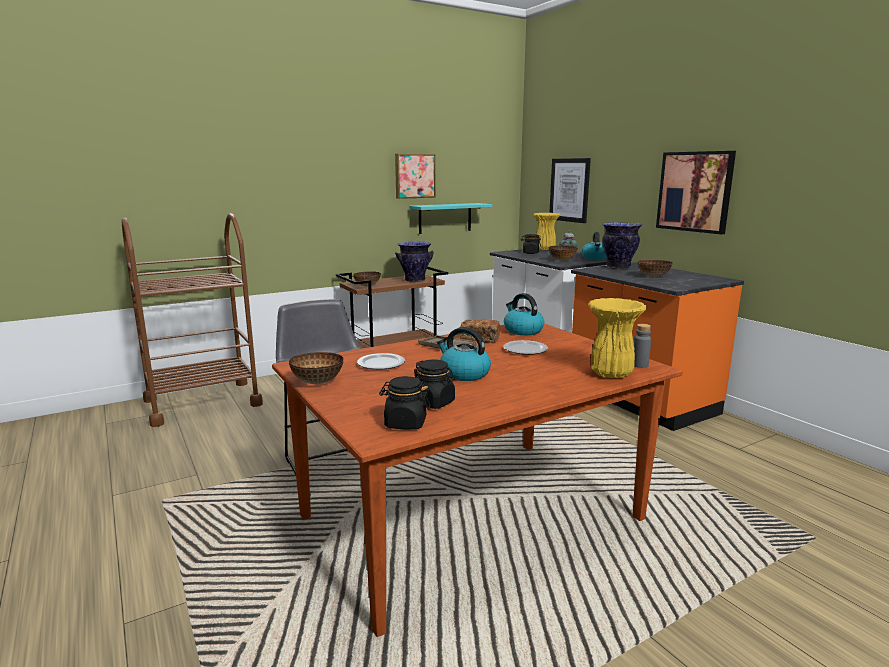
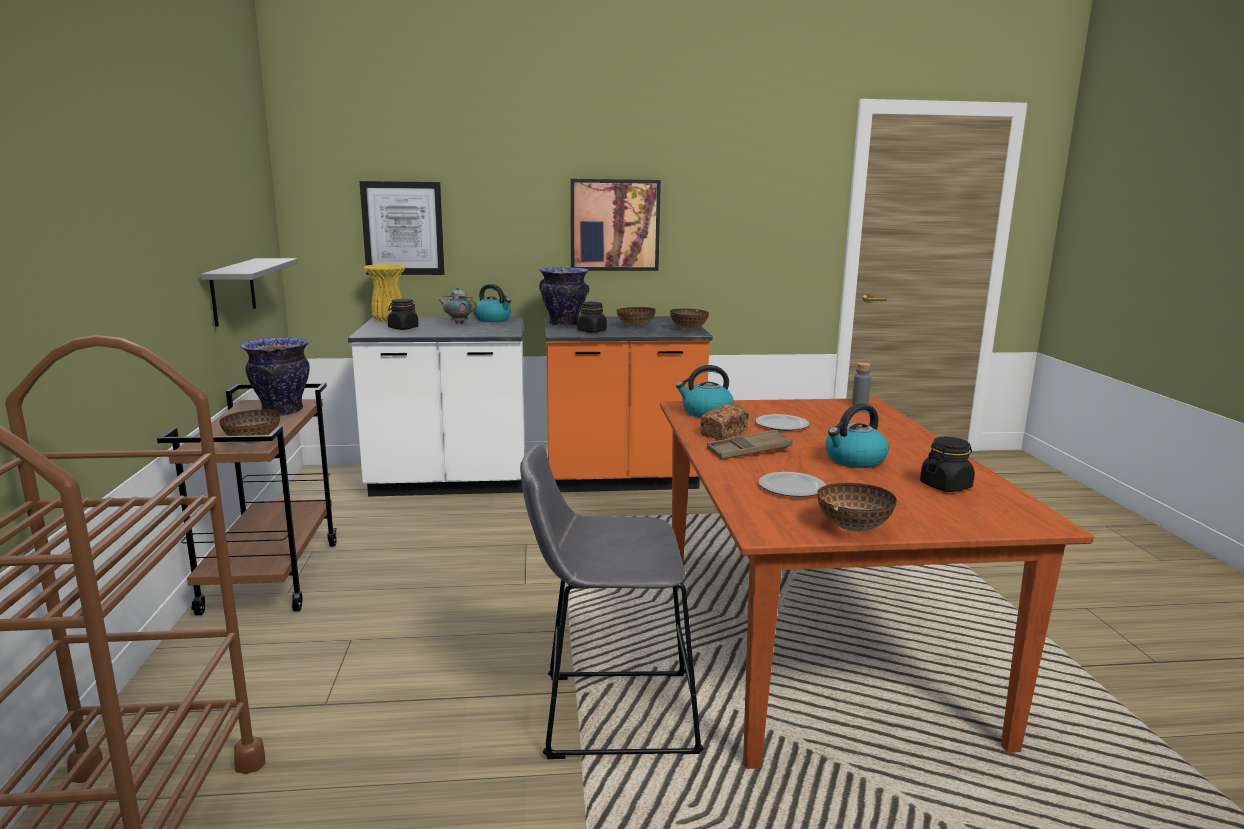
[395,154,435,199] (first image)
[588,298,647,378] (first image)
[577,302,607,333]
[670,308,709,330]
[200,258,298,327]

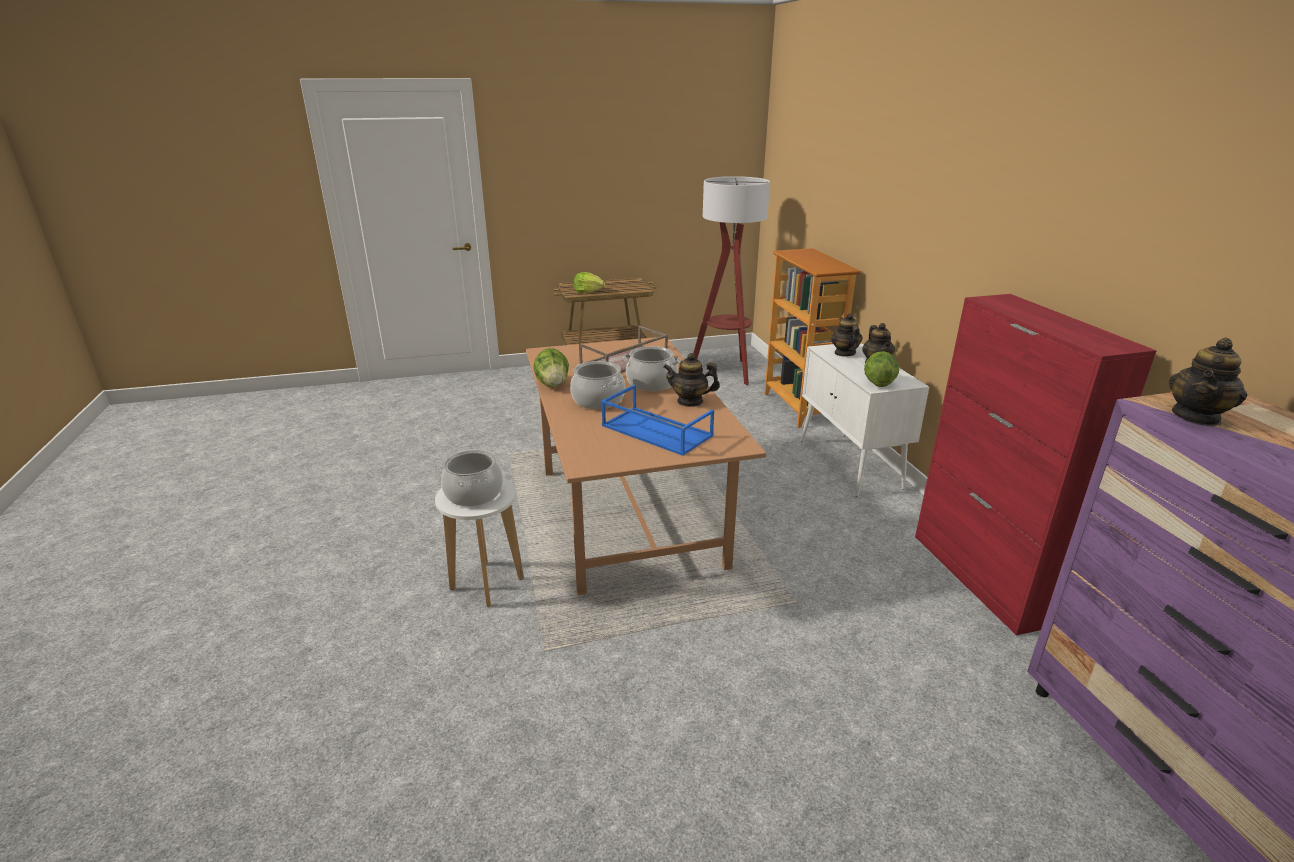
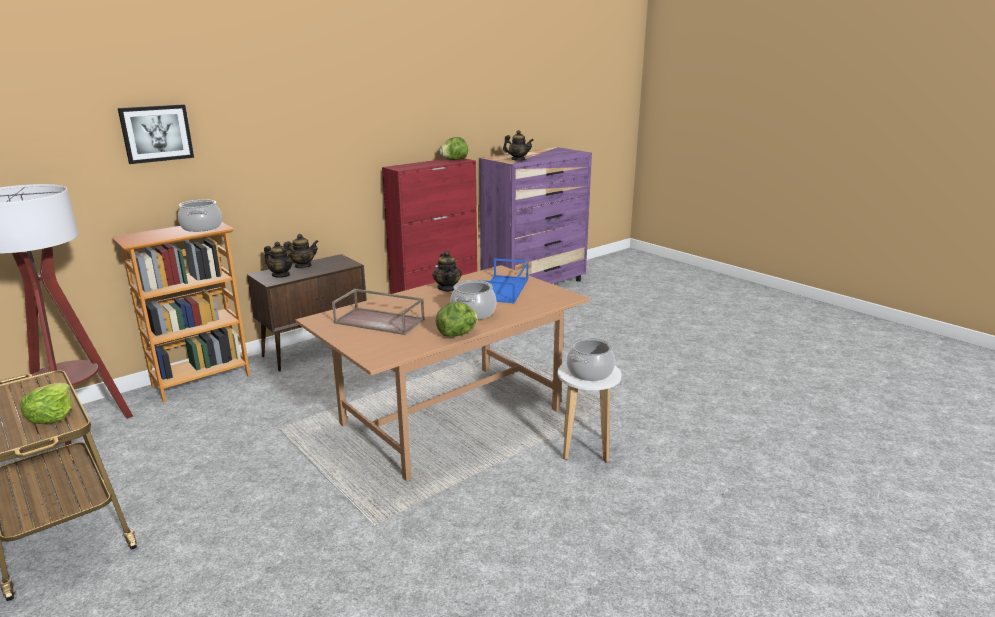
[118,104,194,164]
[178,200,222,232]
[440,137,468,160]
[247,254,367,372]
[264,242,293,277]

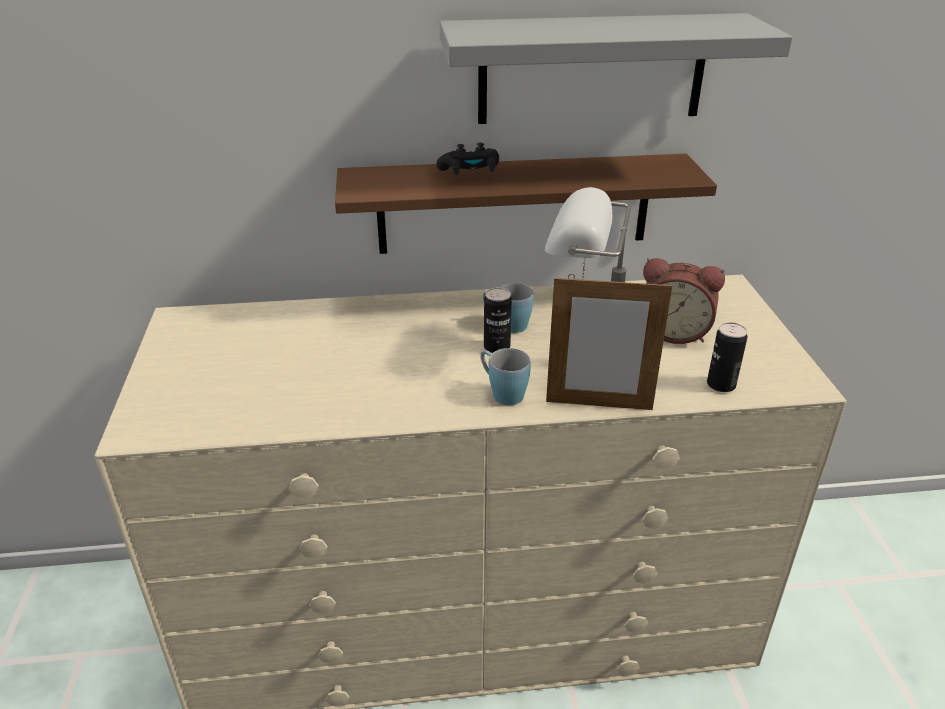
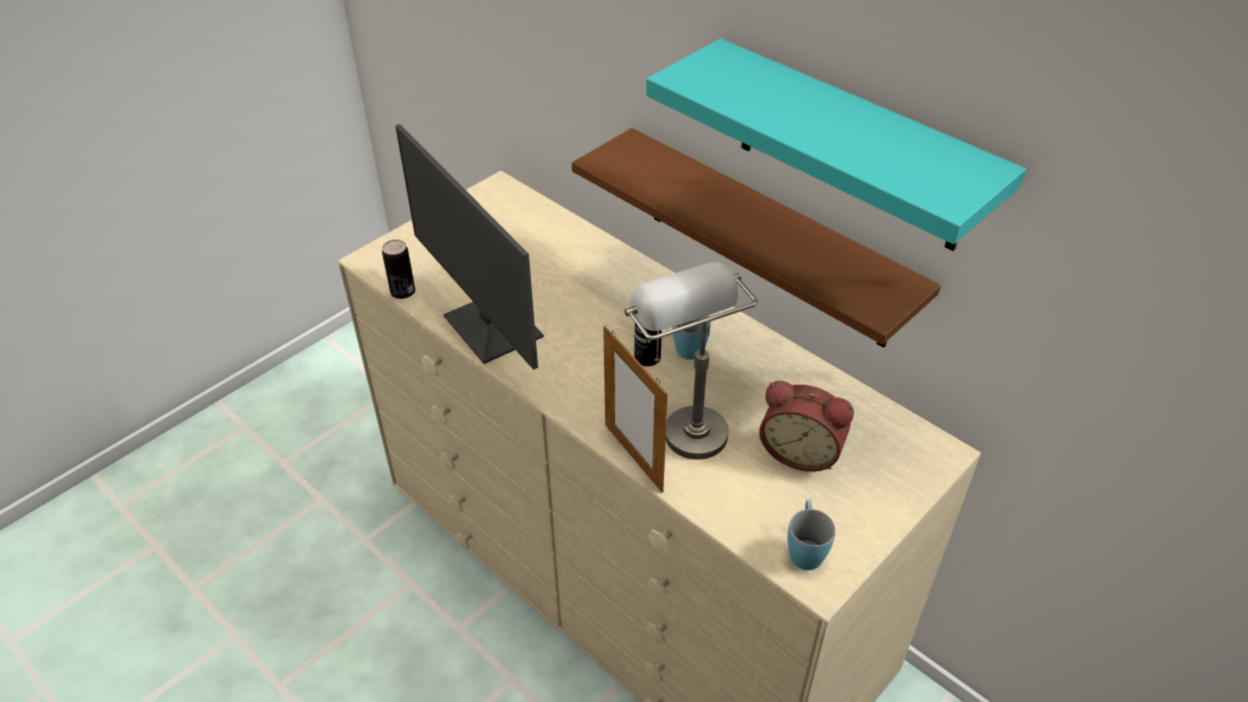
[436,143,499,175] (first image)
[395,124,544,370]
[788,500,836,570]
[382,239,415,299]
[646,38,1026,251]
[759,381,854,472]

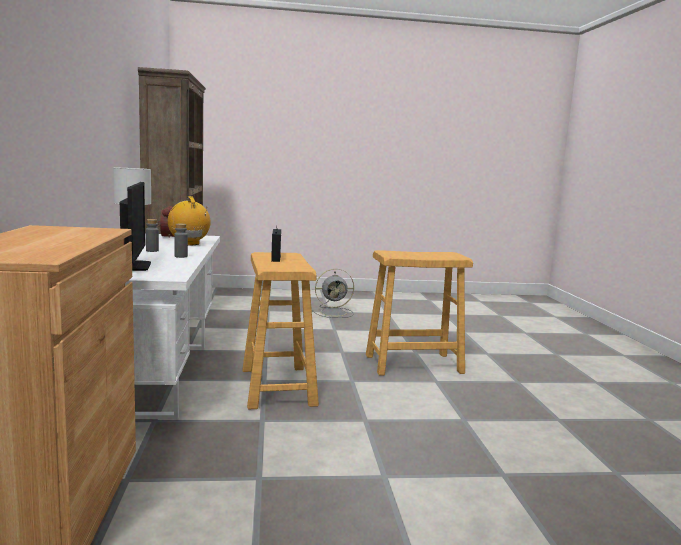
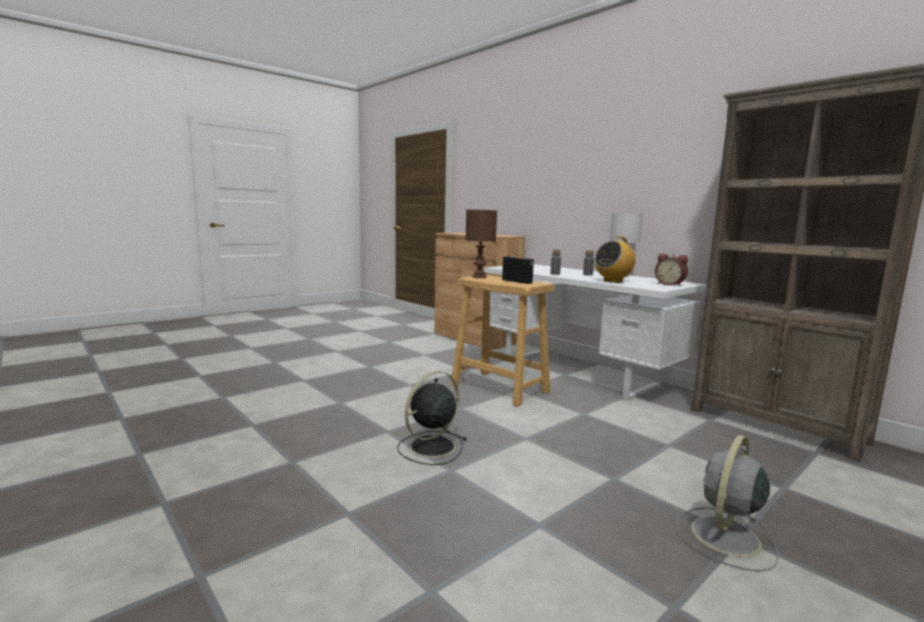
[120,182,151,271] (first image)
[466,210,497,278]
[397,371,466,465]
[595,236,635,283]

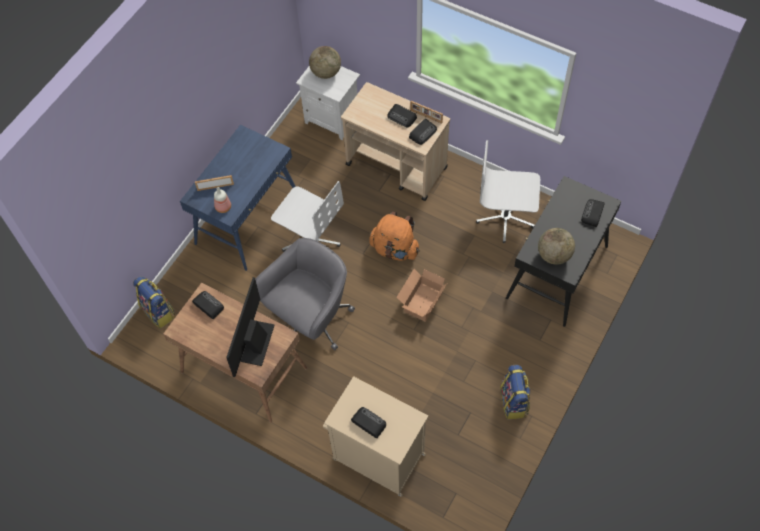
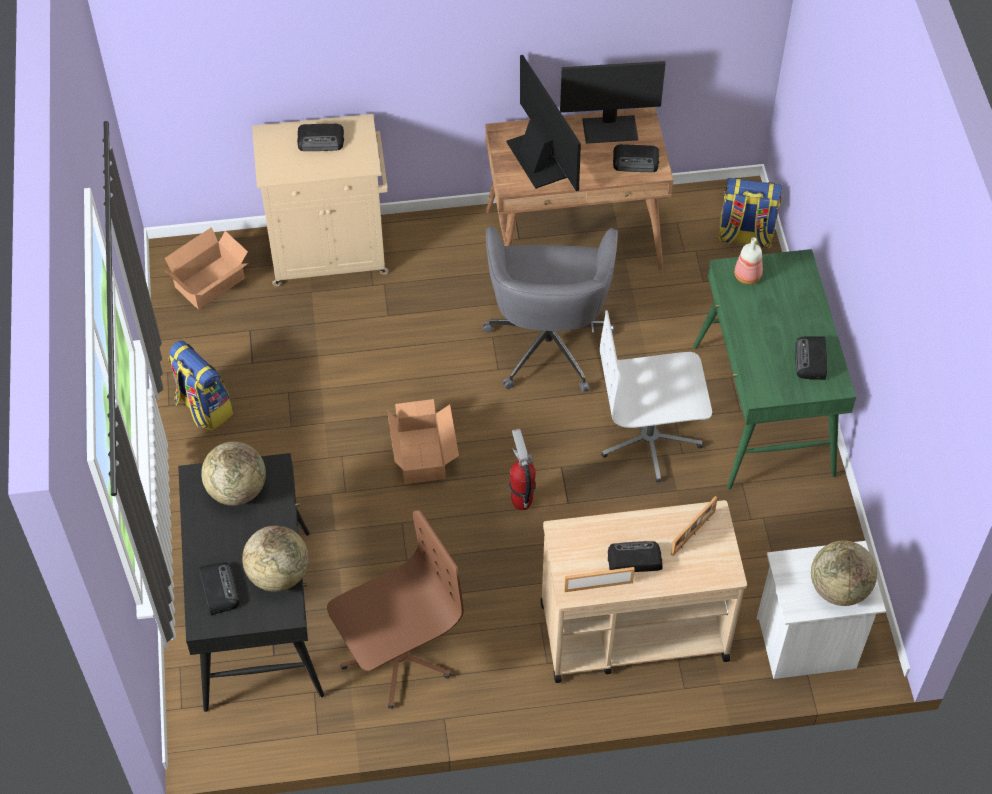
[165,227,249,310]
[242,526,309,592]
[560,61,666,144]
[671,496,718,556]
[795,336,827,380]
[509,429,536,510]
[693,249,856,490]
[327,510,464,709]

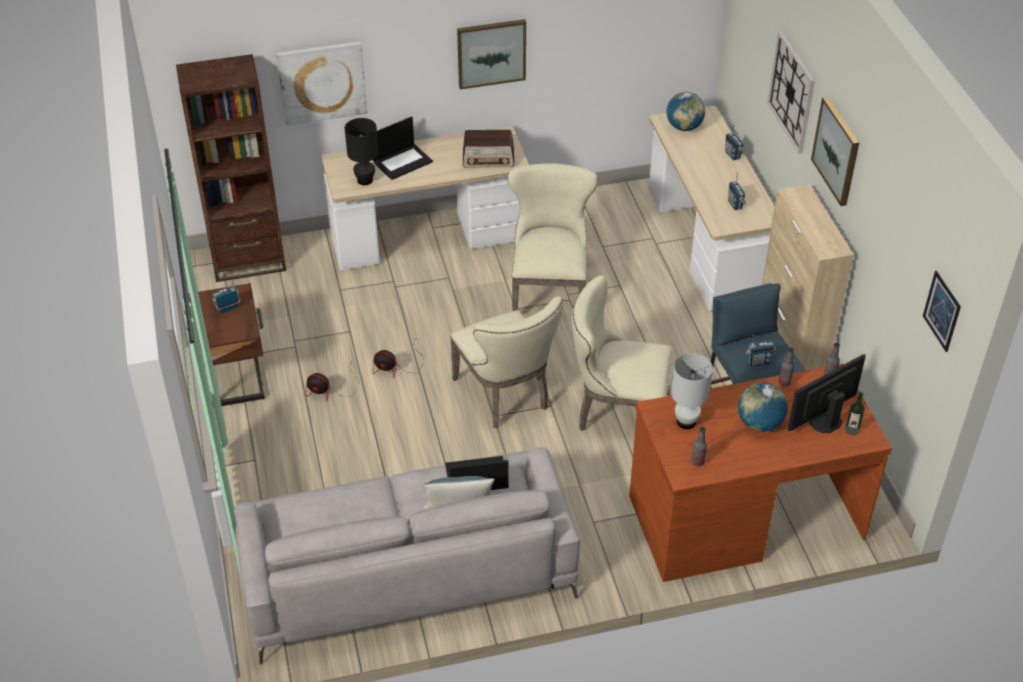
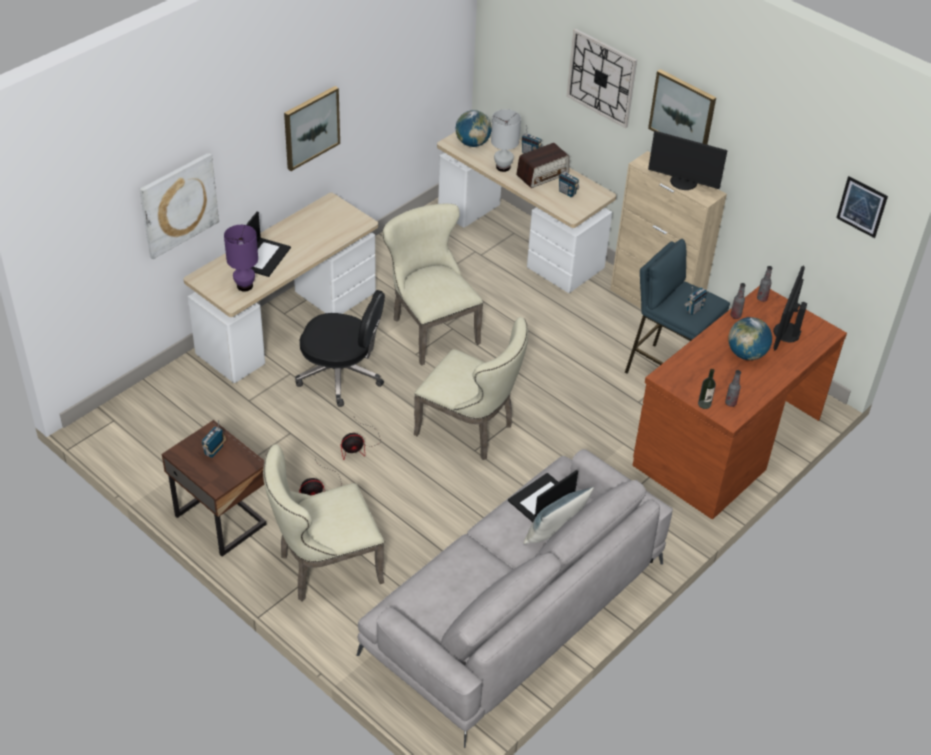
[176,54,286,282] (first image)
[295,290,385,407]
[648,131,728,190]
[516,143,569,188]
[263,444,384,601]
[491,109,521,172]
[698,369,716,409]
[224,225,258,291]

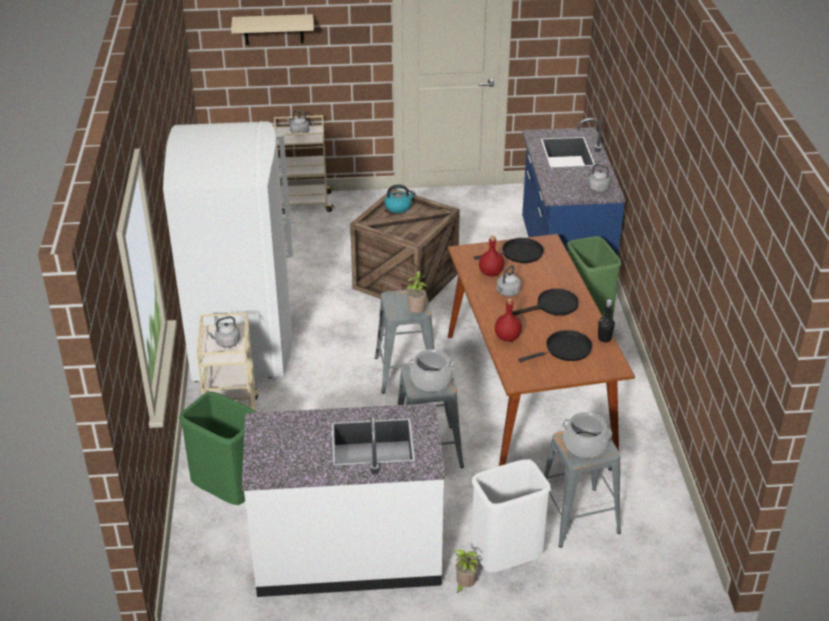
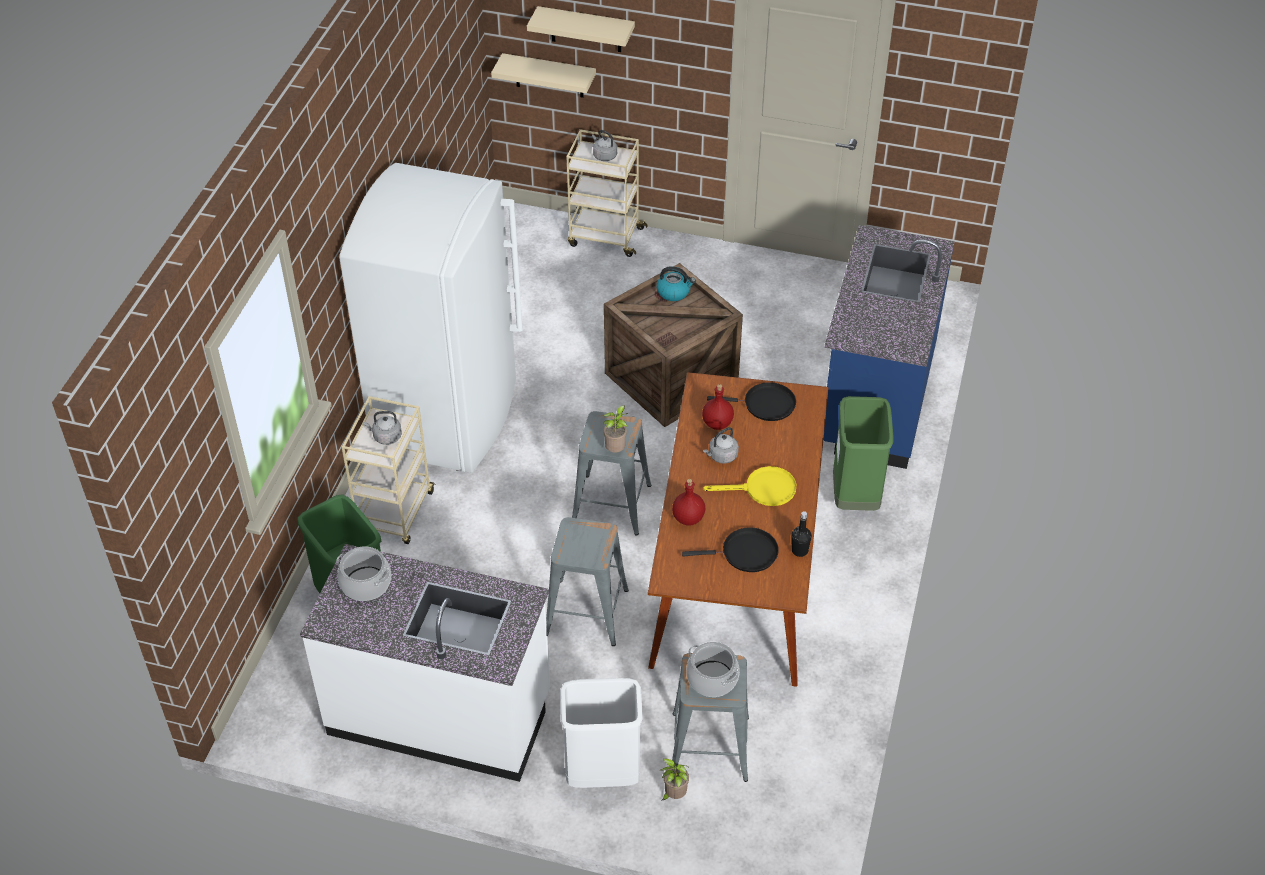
[584,164,611,192] (first image)
[491,53,596,98]
[336,546,391,601]
[660,759,689,801]
[703,466,796,506]

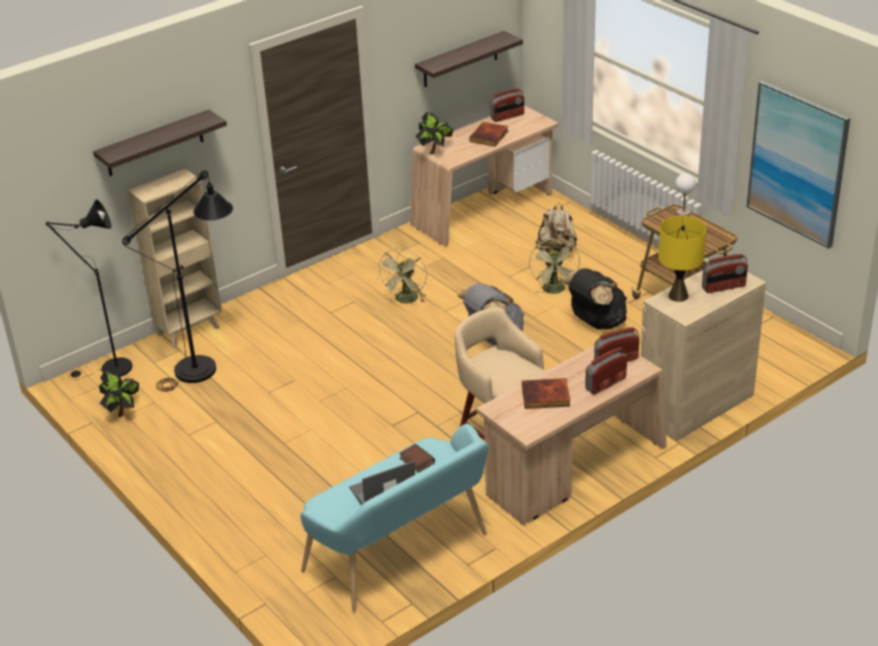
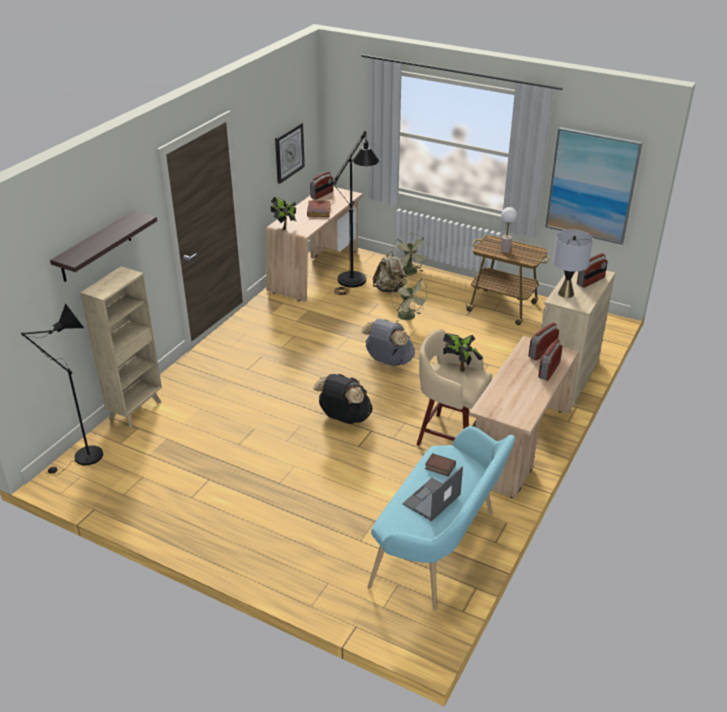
[522,378,570,409] (first image)
[443,333,483,372]
[333,131,380,295]
[392,233,429,275]
[313,374,373,424]
[275,123,305,184]
[553,229,593,298]

